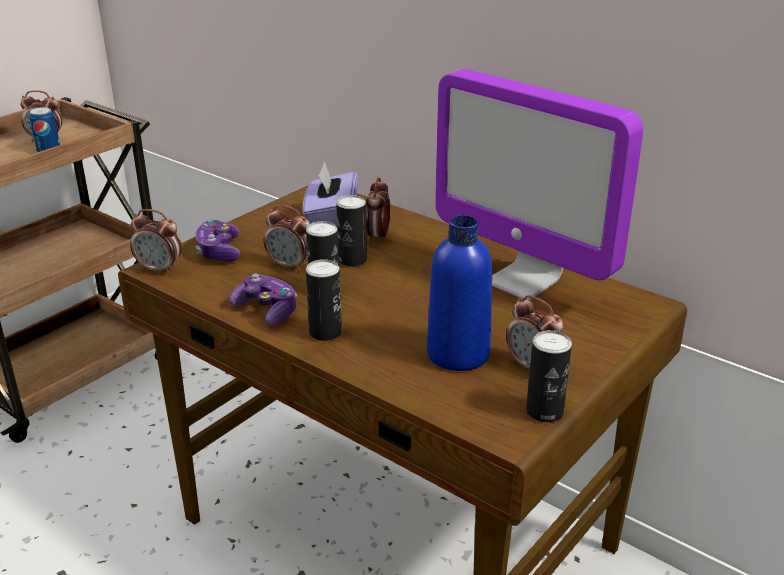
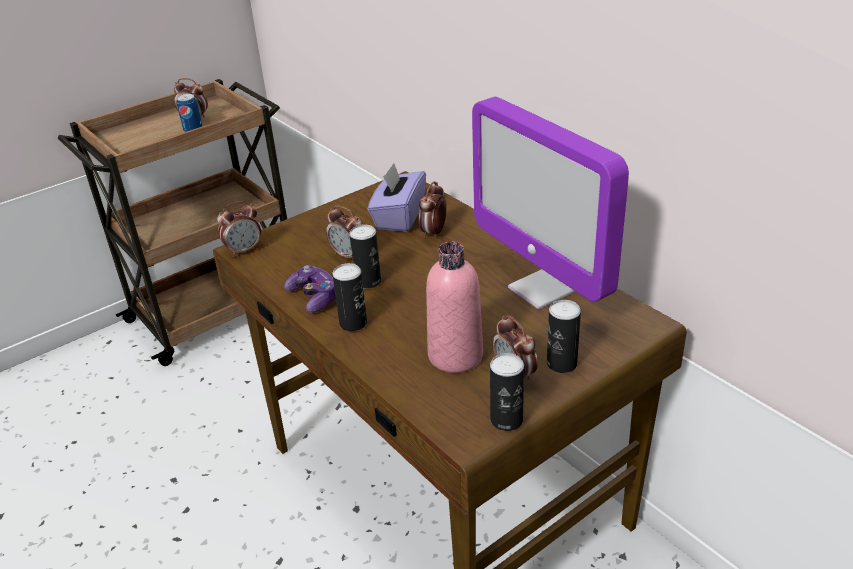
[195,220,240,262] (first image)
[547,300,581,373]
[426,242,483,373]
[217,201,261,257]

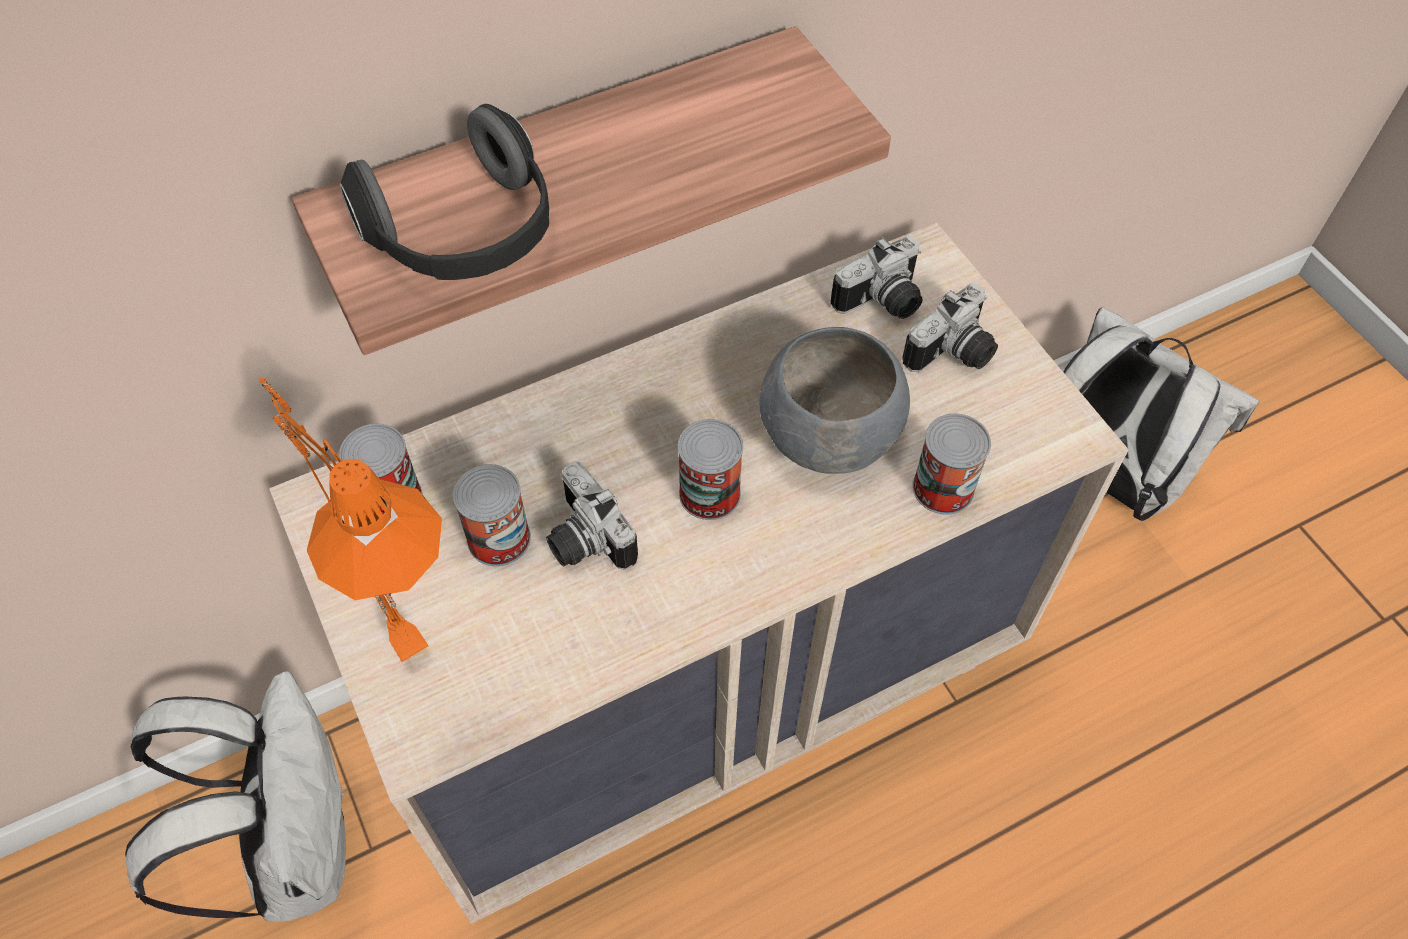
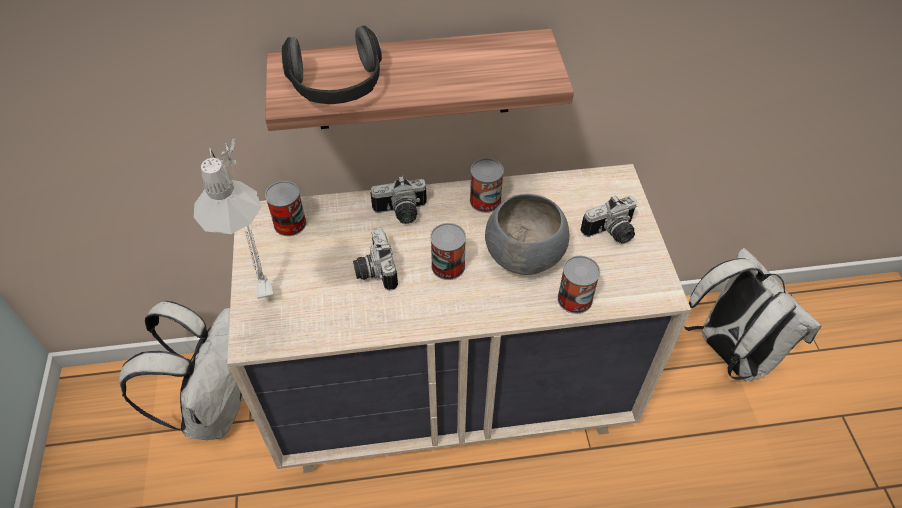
[470,158,504,213]
[370,176,427,224]
[194,139,273,299]

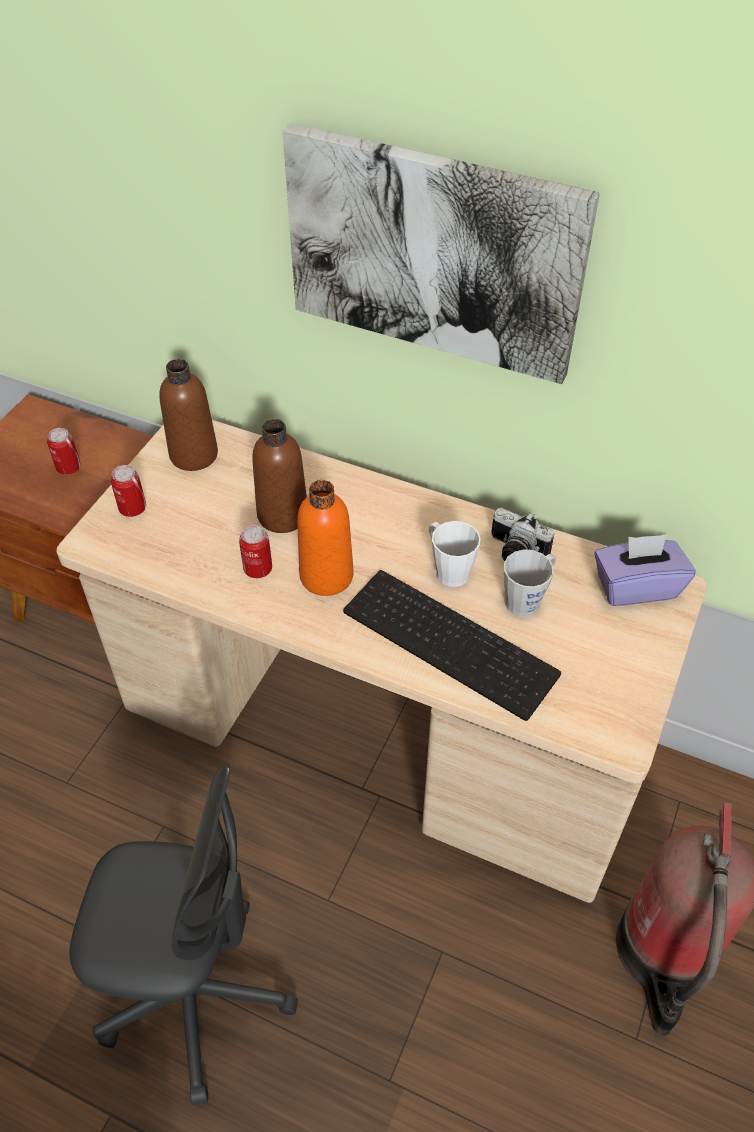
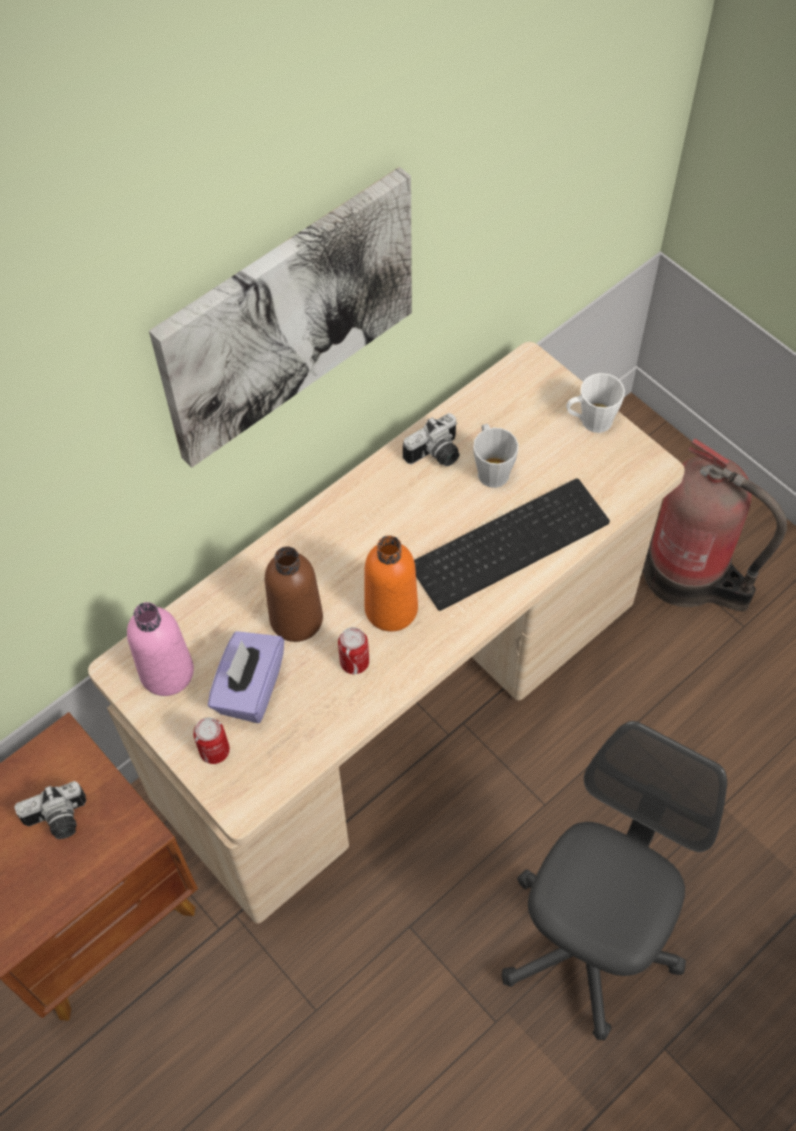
[567,373,625,433]
[208,631,284,723]
[14,781,86,839]
[127,602,194,696]

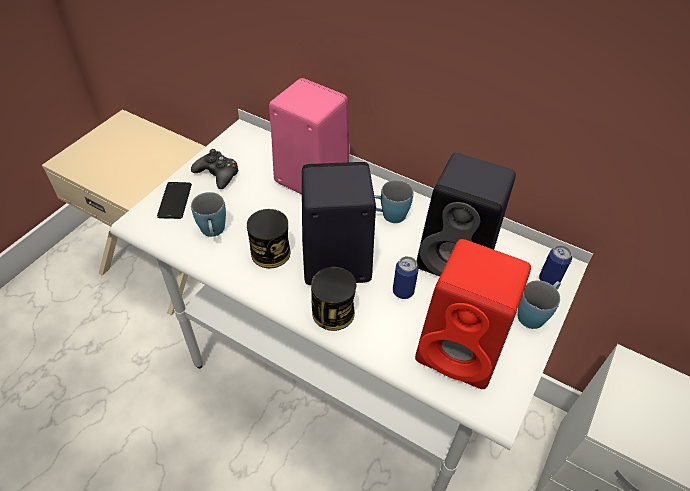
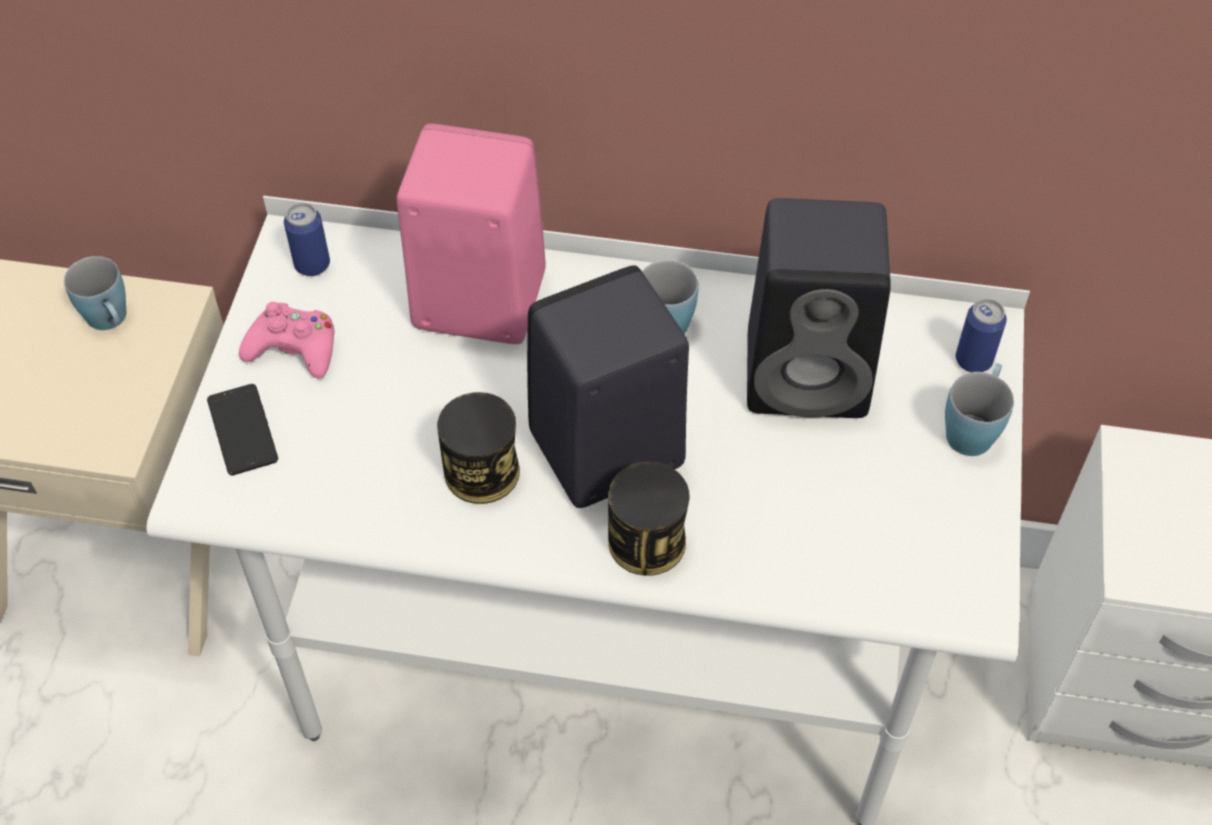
[415,239,531,389] (first image)
[64,256,127,330]
[284,202,330,276]
[239,302,334,378]

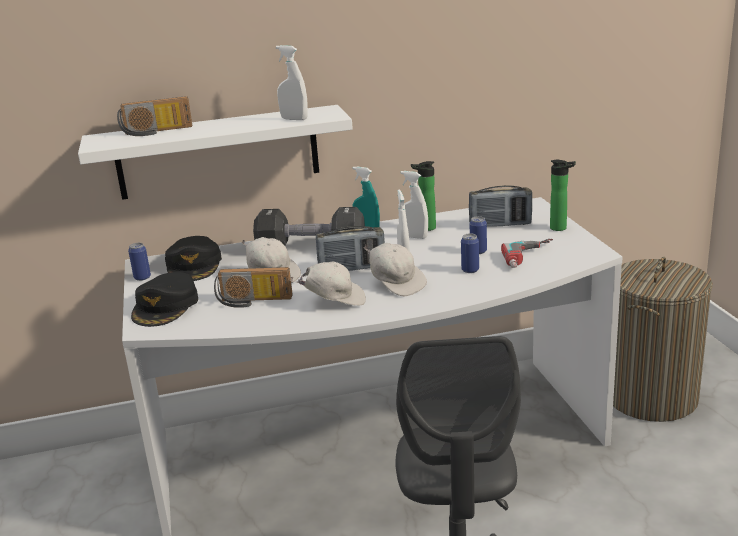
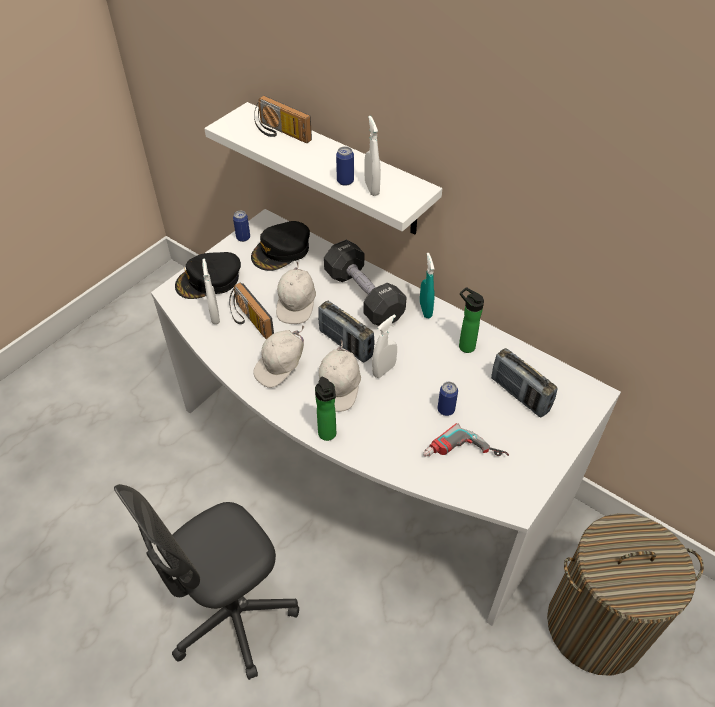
[202,259,220,324]
[336,146,354,186]
[315,377,336,441]
[253,325,304,388]

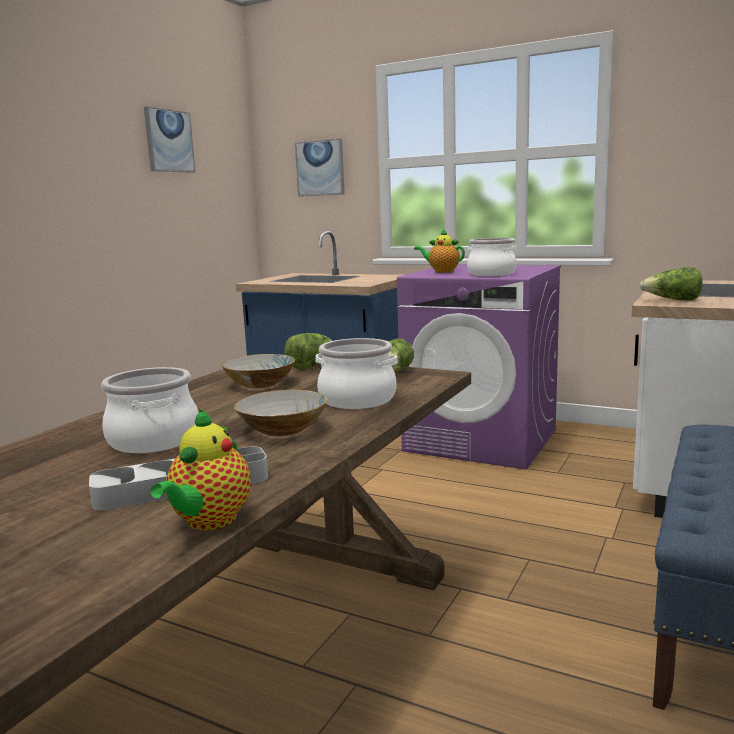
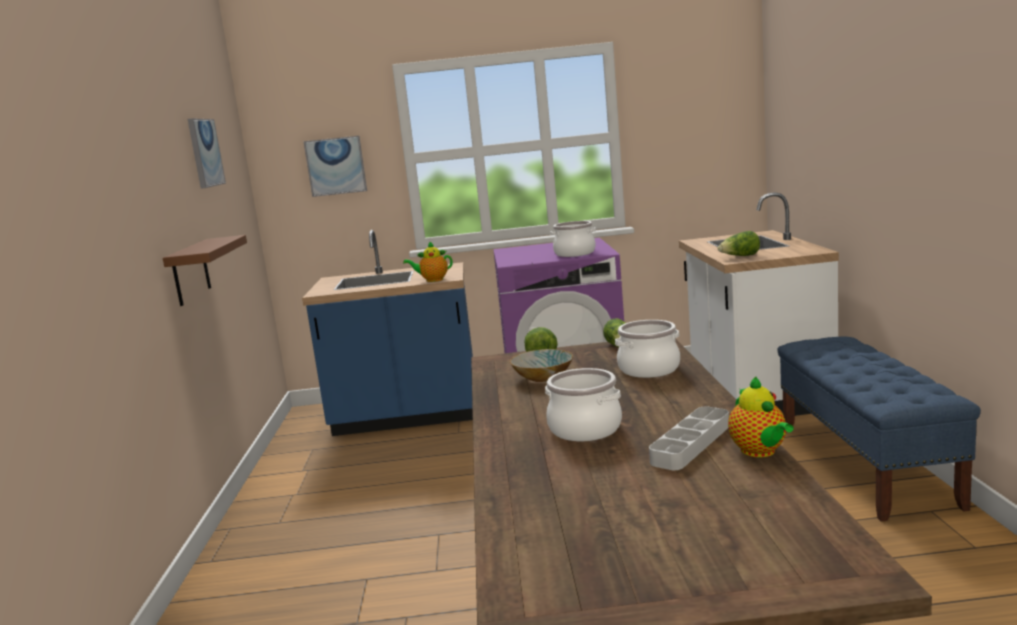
[234,389,327,437] (first image)
[163,235,247,306]
[403,241,453,282]

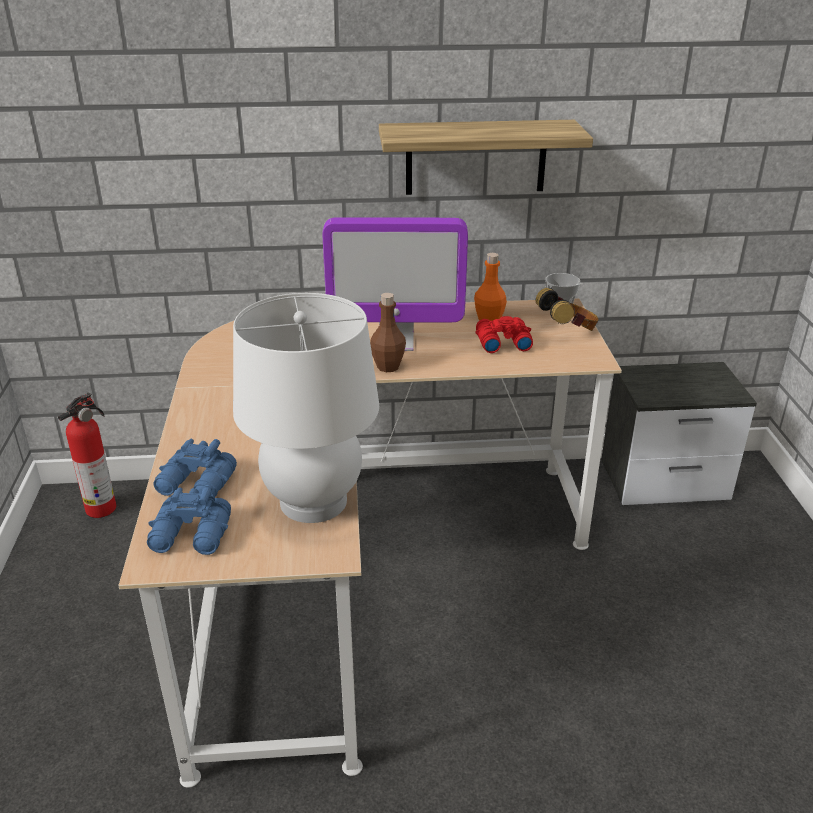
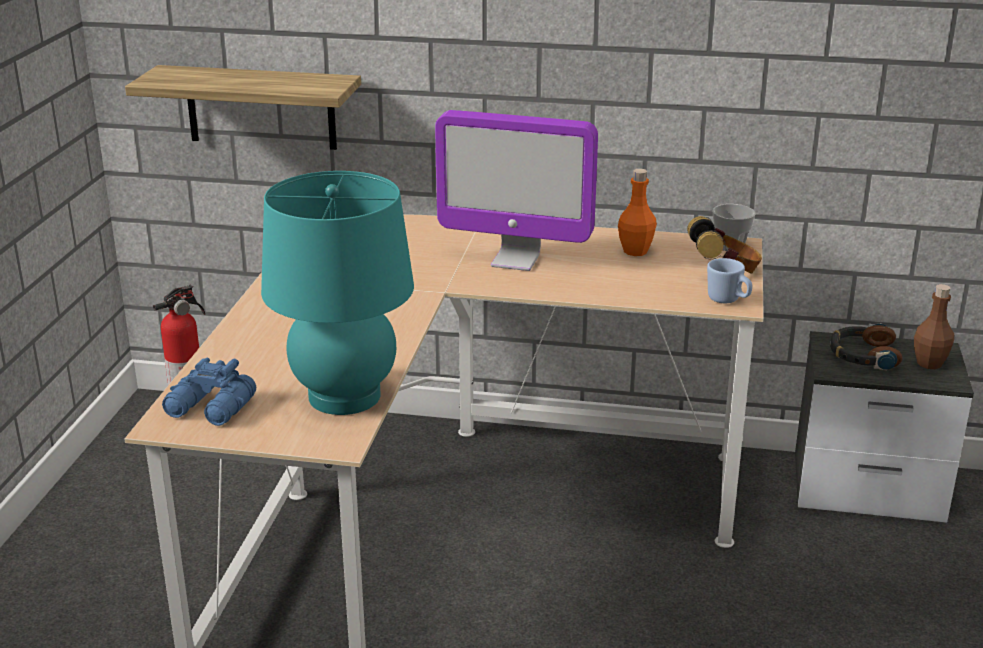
[153,439,237,498] (first image)
[476,316,533,353] (first image)
[707,258,752,303]
[830,323,902,371]
[914,284,954,369]
[125,65,361,150]
[261,171,414,415]

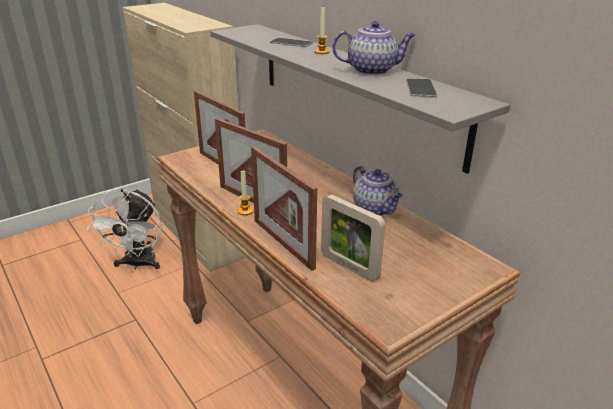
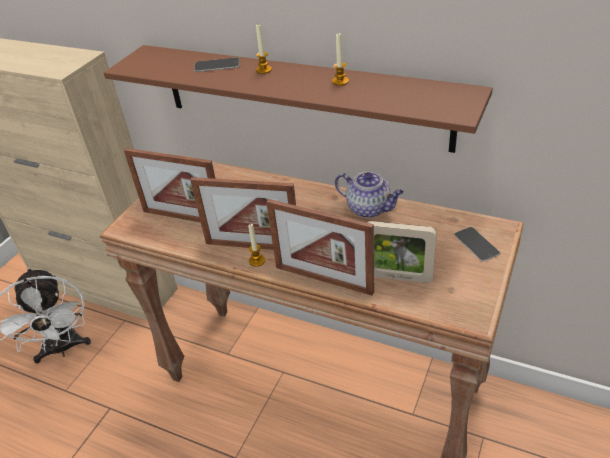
[454,227,501,262]
[332,33,349,86]
[104,45,493,153]

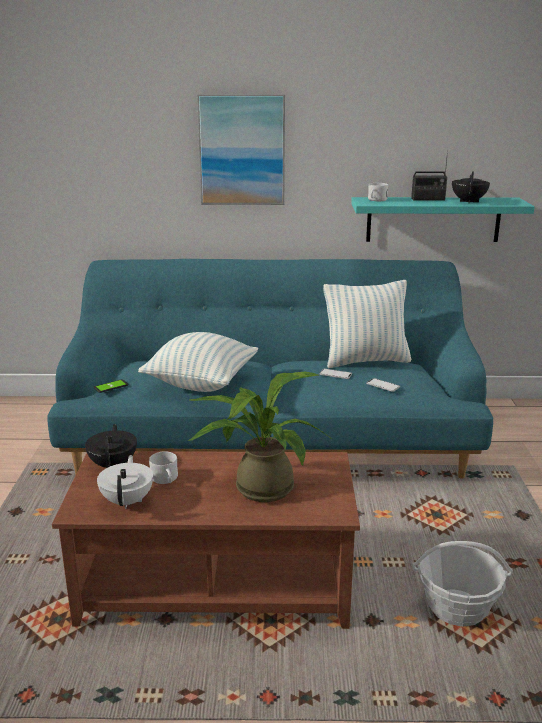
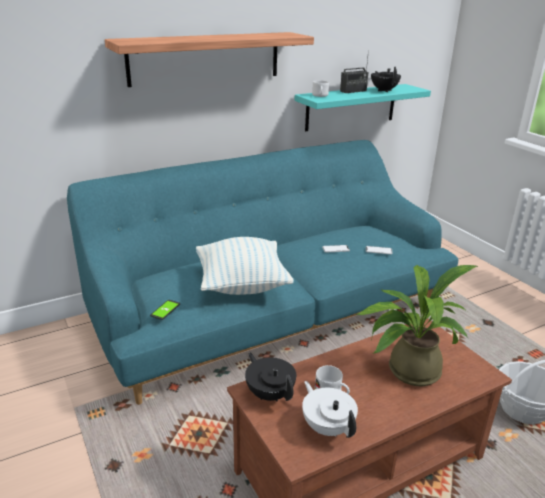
[323,280,411,368] (first image)
[105,32,314,87]

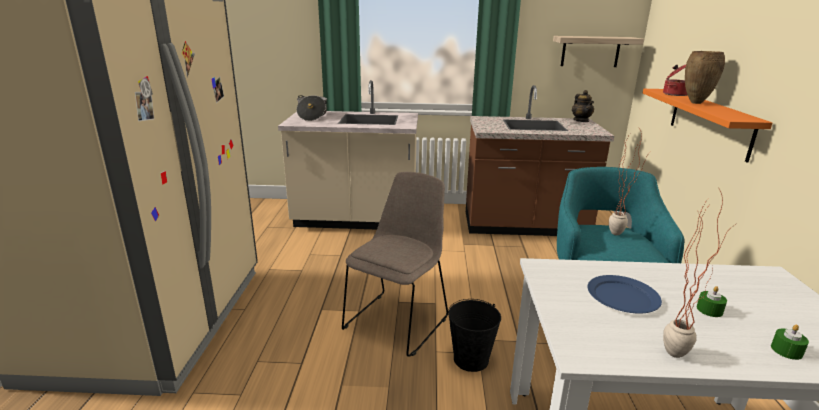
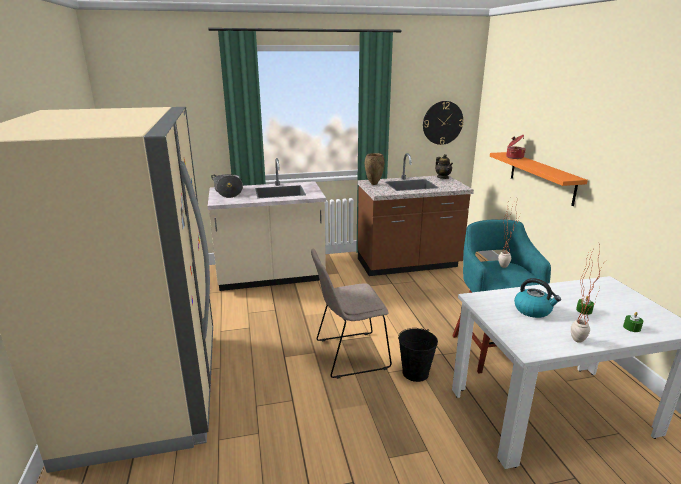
[365,153,385,185]
[423,101,464,145]
[514,278,561,318]
[311,249,392,379]

